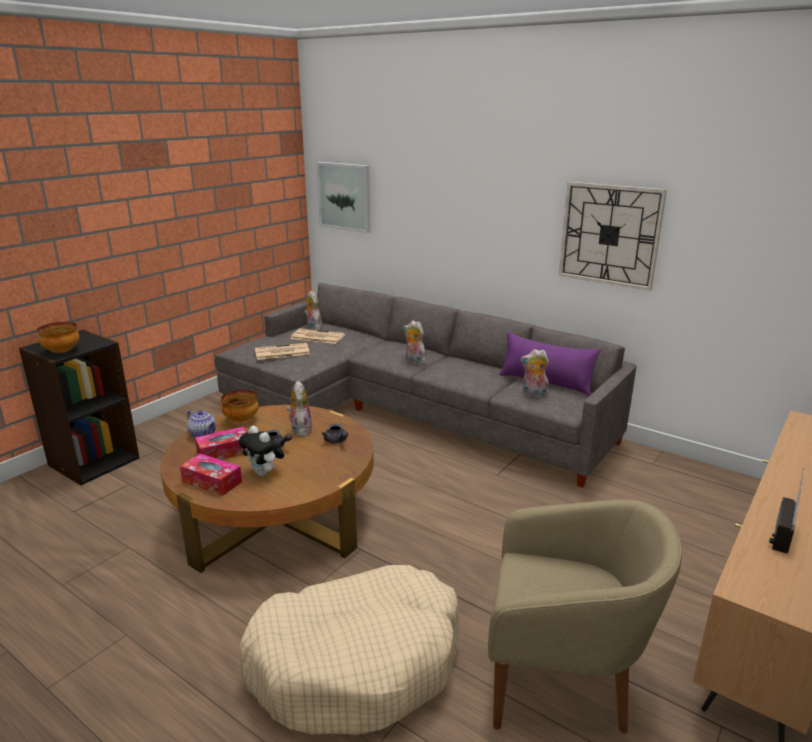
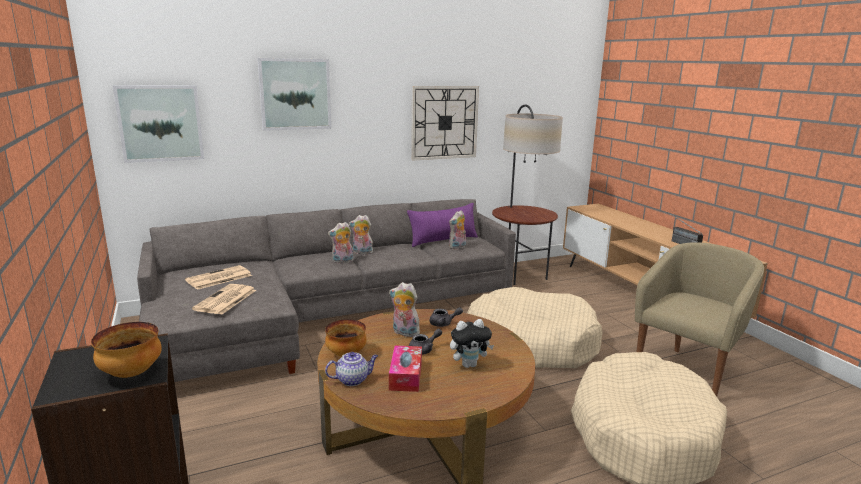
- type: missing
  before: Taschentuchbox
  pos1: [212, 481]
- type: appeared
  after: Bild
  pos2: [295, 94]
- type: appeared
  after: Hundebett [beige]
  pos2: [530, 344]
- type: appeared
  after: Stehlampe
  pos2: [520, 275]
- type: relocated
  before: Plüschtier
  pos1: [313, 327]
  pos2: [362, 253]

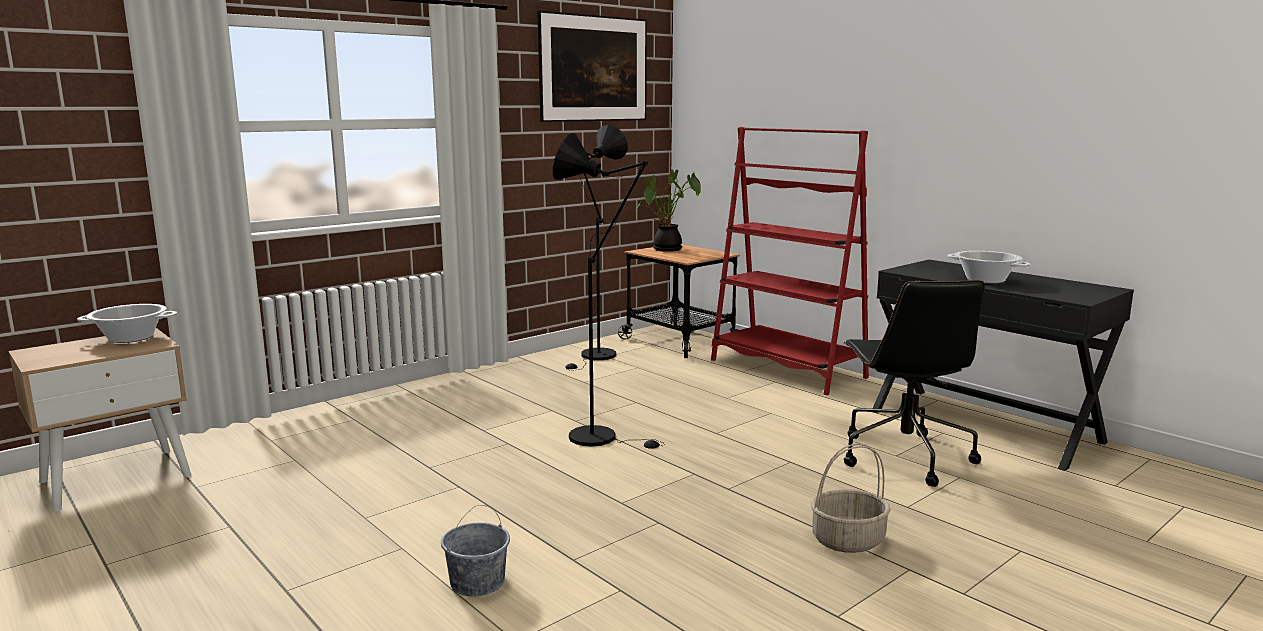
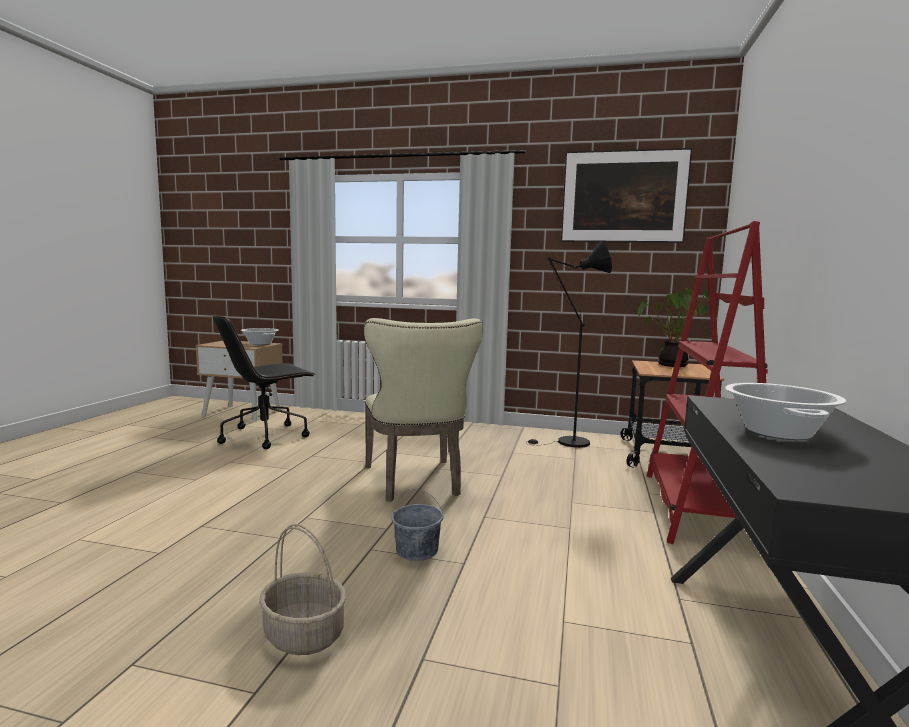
- type: relocated
  before: Eimer [grau]
  pos1: [478, 582]
  pos2: [417, 550]
- type: relocated
  before: Bürostuhl [schwarz]
  pos1: [903, 456]
  pos2: [266, 436]
- type: exchanged
  before: Stehlampe [schwarz]
  after: Stuhl [beige]
  pos1: [602, 437]
  pos2: [416, 482]

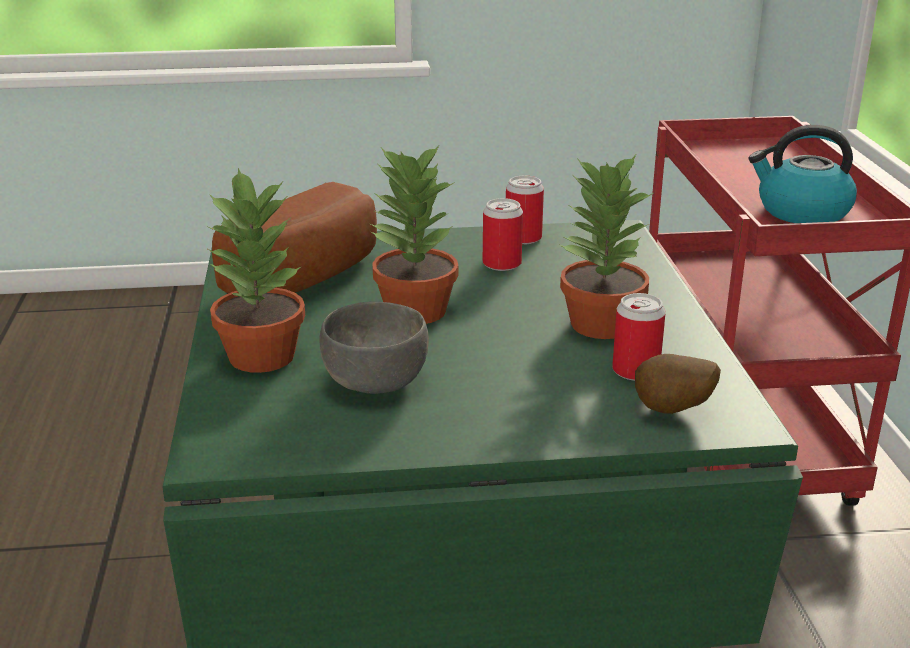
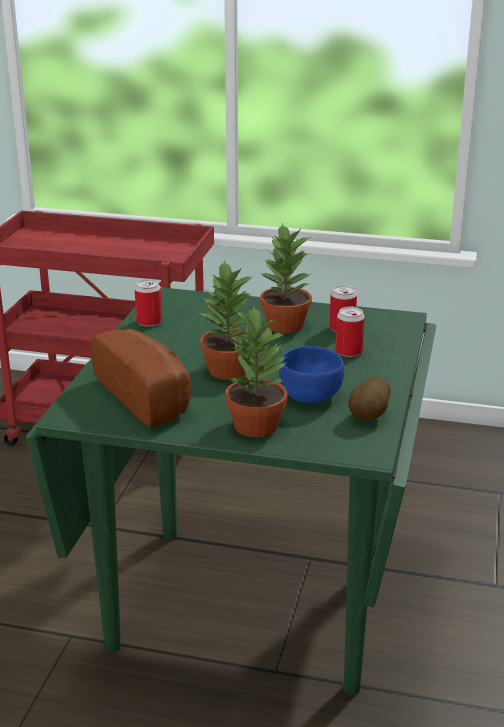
- type: missing
  before: Wasserkessel
  pos1: [801, 211]
- type: relocated
  before: Dose
  pos1: [502, 264]
  pos2: [349, 352]
- type: relocated
  before: Kartoffel
  pos1: [672, 412]
  pos2: [370, 416]
- type: colour
  before: Schüssel [grau]
  after: Schüssel [blau]
  pos1: [377, 381]
  pos2: [310, 395]

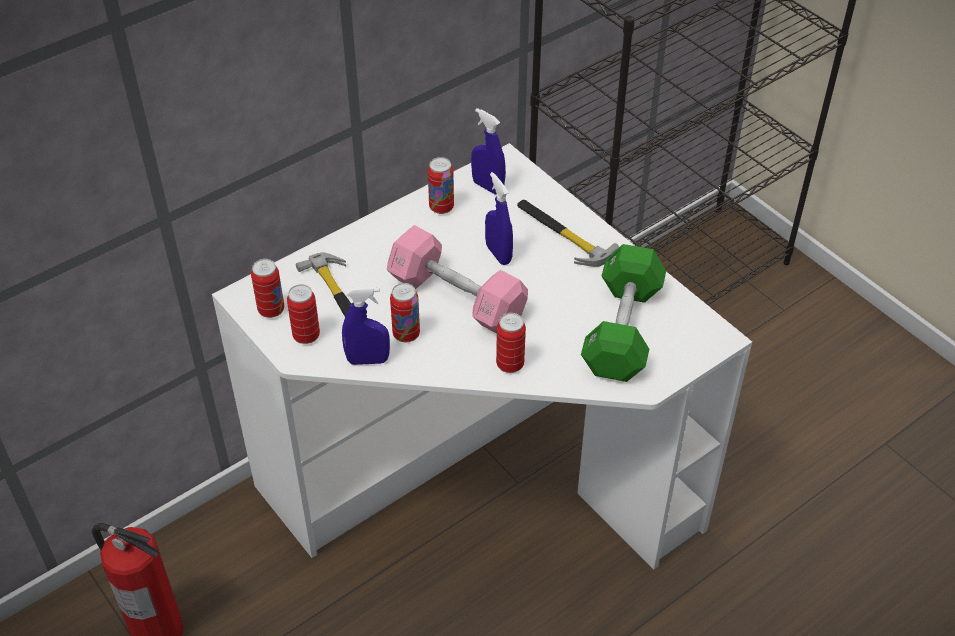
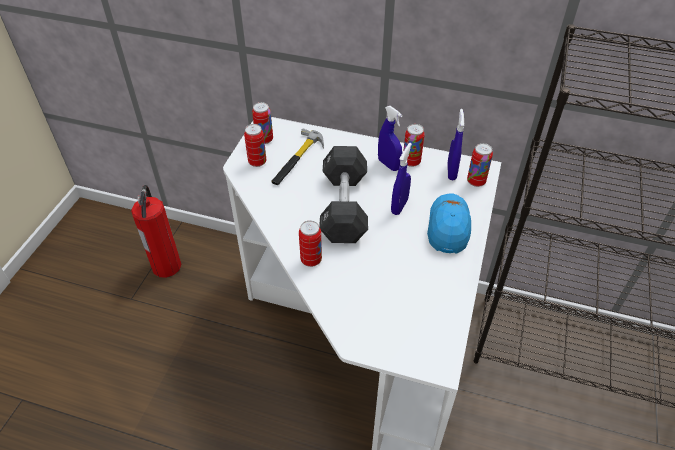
- type: missing
  before: Hantel [grün]
  pos1: [622, 329]
- type: relocated
  before: Sprühflasche [blau]
  pos1: [368, 360]
  pos2: [388, 164]
- type: relocated
  before: Dose
  pos1: [406, 334]
  pos2: [476, 181]
- type: exchanged
  before: Hammer
  after: Kappe [blau]
  pos1: [561, 234]
  pos2: [448, 227]
- type: colour
  before: Hantel [rosa]
  after: Hantel [schwarz]
  pos1: [457, 298]
  pos2: [344, 207]

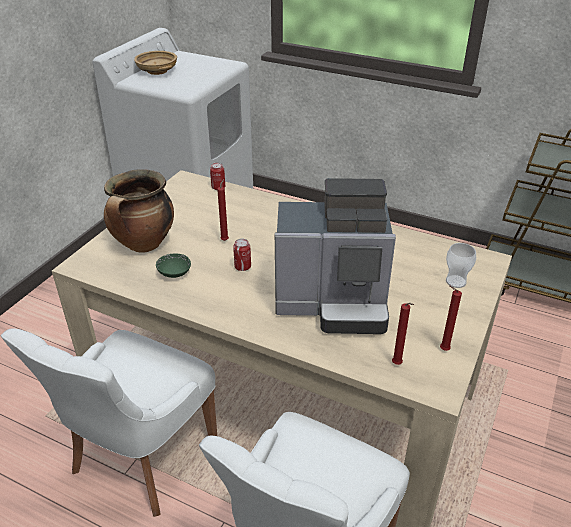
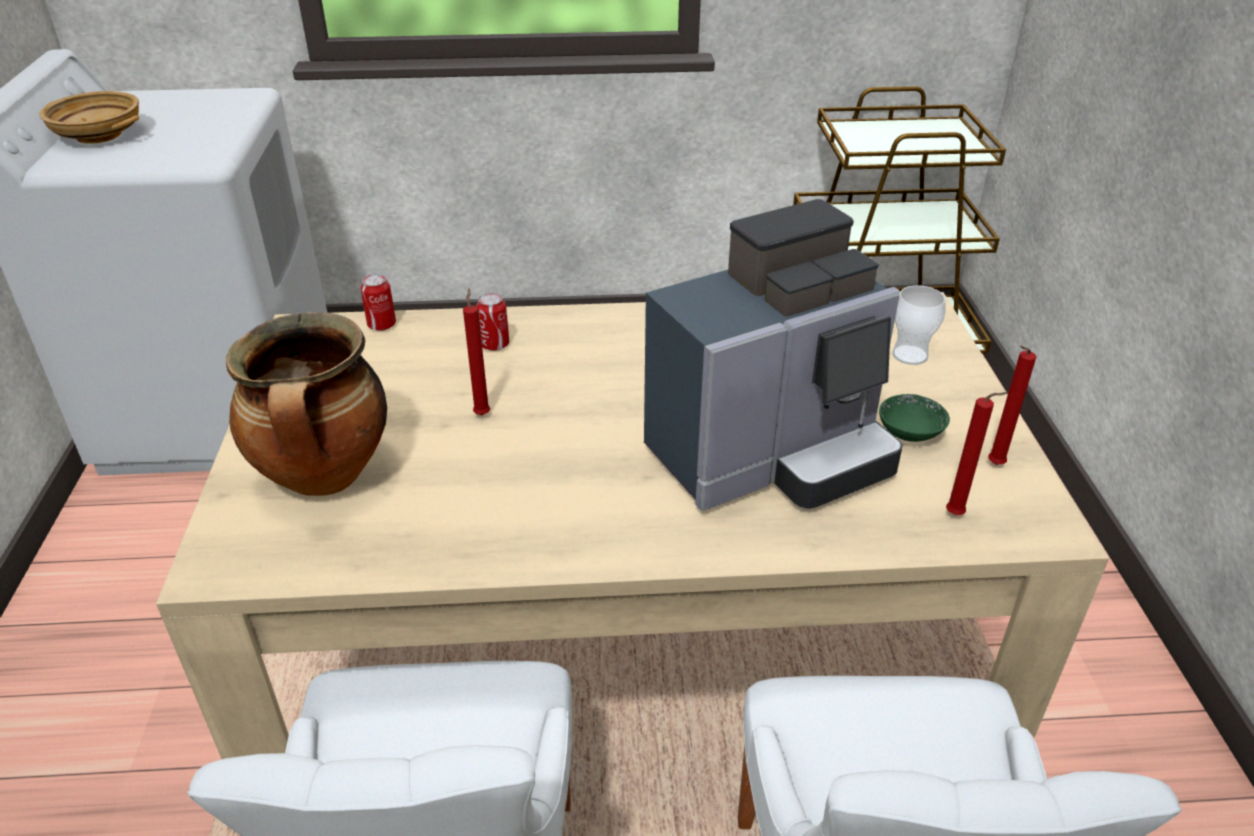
- type: relocated
  before: Schüssel [grün]
  pos1: [174, 273]
  pos2: [910, 432]
- type: relocated
  before: Dose
  pos1: [242, 267]
  pos2: [494, 344]

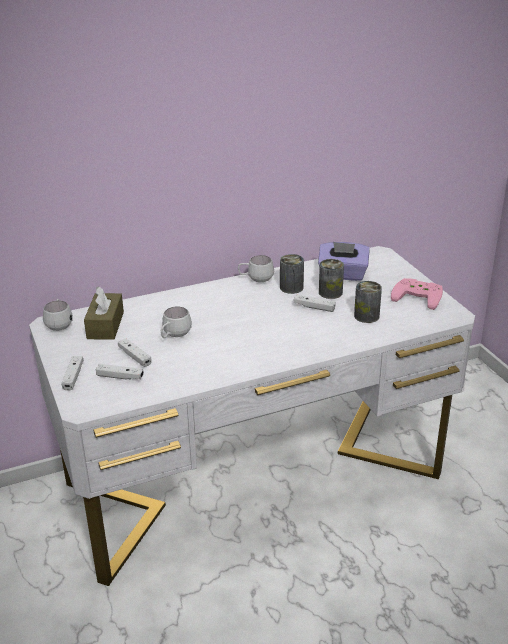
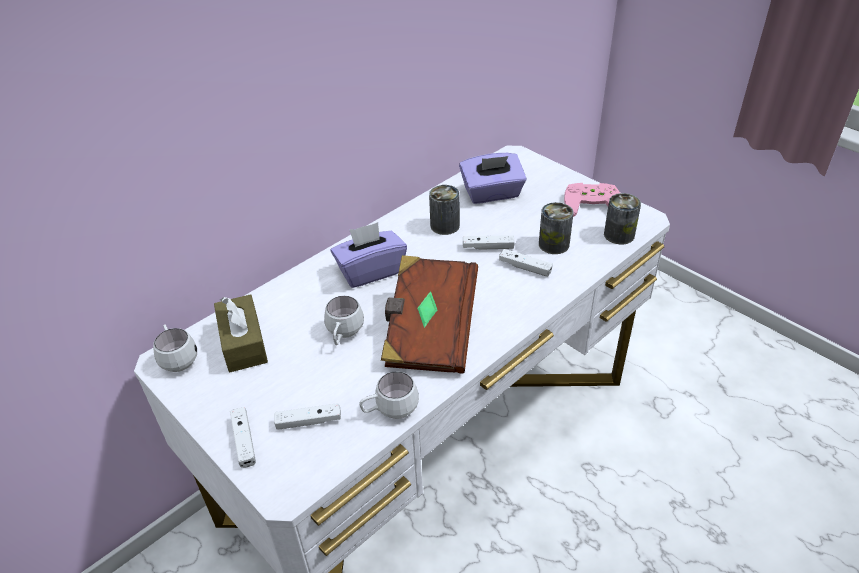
- type: appeared
  after: Taschentuchbox [lila]
  pos2: [370, 271]
- type: appeared
  after: Buch [braun]
  pos2: [429, 332]
- type: relocated
  before: Gamepad [weiß]
  pos1: [135, 357]
  pos2: [525, 267]
- type: relocated
  before: Henkelbecher [weiß]
  pos1: [256, 279]
  pos2: [390, 411]
- type: relocated
  before: Dose
  pos1: [330, 292]
  pos2: [619, 235]

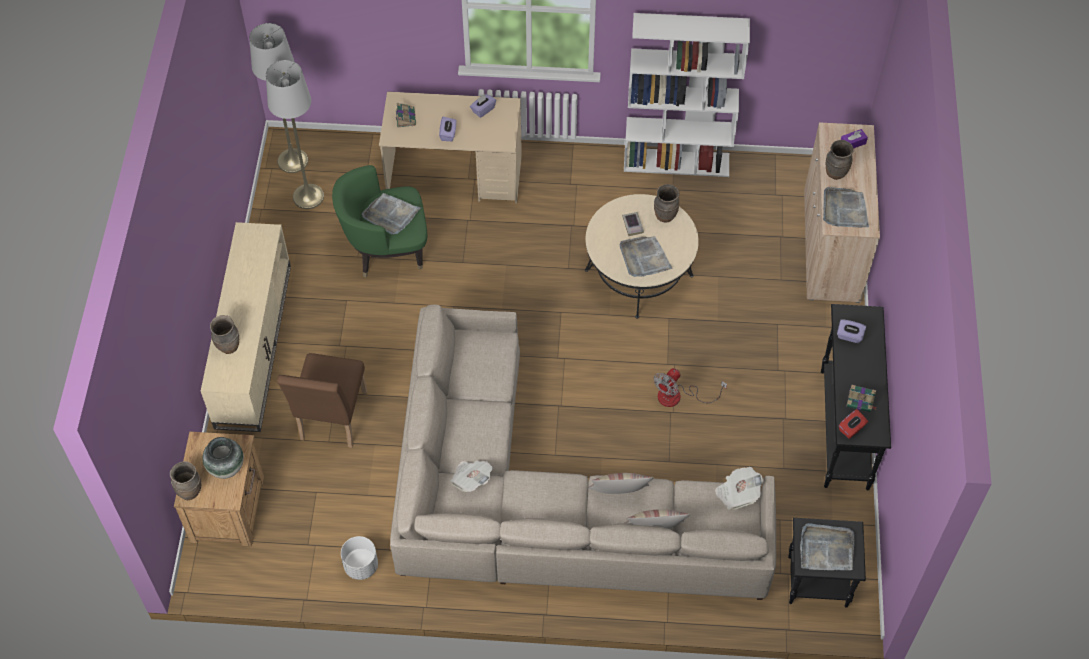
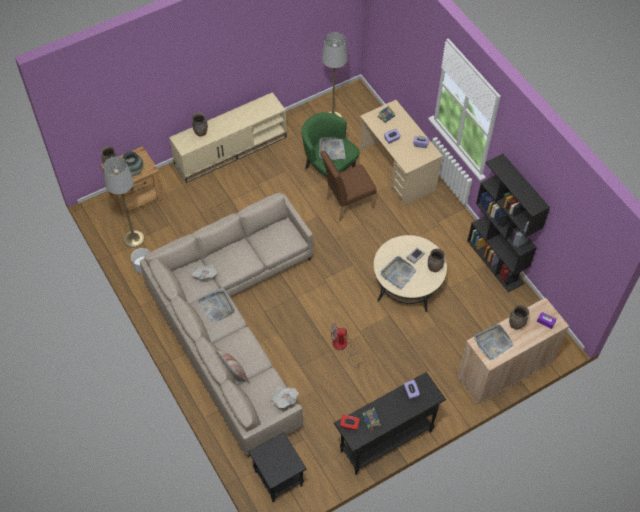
- type: missing
  before: Kissen
  pos1: [619, 495]
- type: relocated
  before: Stehlampe [grau]
  pos1: [292, 161]
  pos2: [134, 239]
- type: relocated
  before: Stuhl [braun]
  pos1: [331, 421]
  pos2: [346, 204]
- type: relocated
  before: Tablett [grau]
  pos1: [826, 549]
  pos2: [217, 306]
- type: colour
  before: Bücherregal [weiß]
  after: Bücherregal [schwarz]
  pos1: [677, 162]
  pos2: [496, 262]

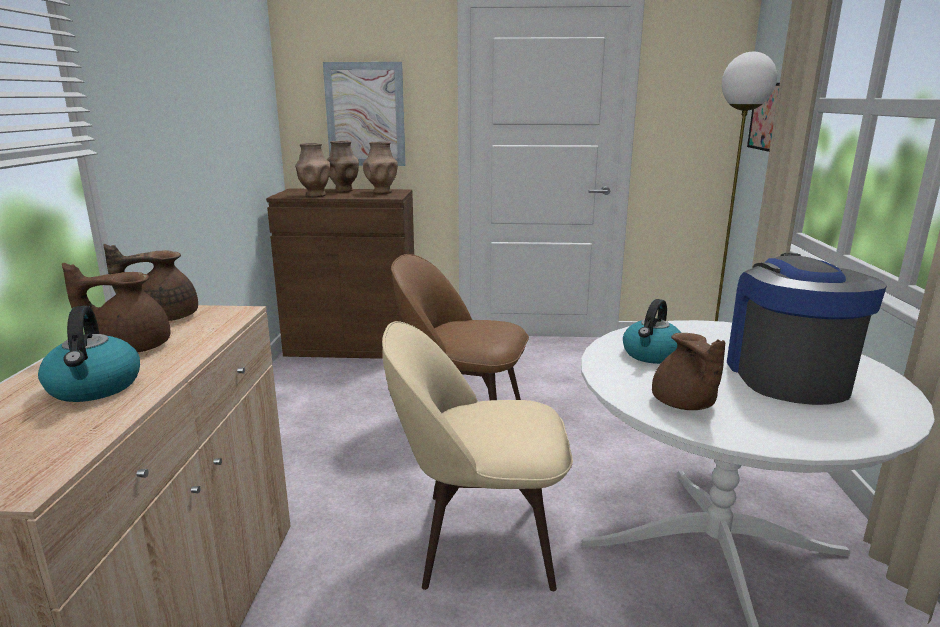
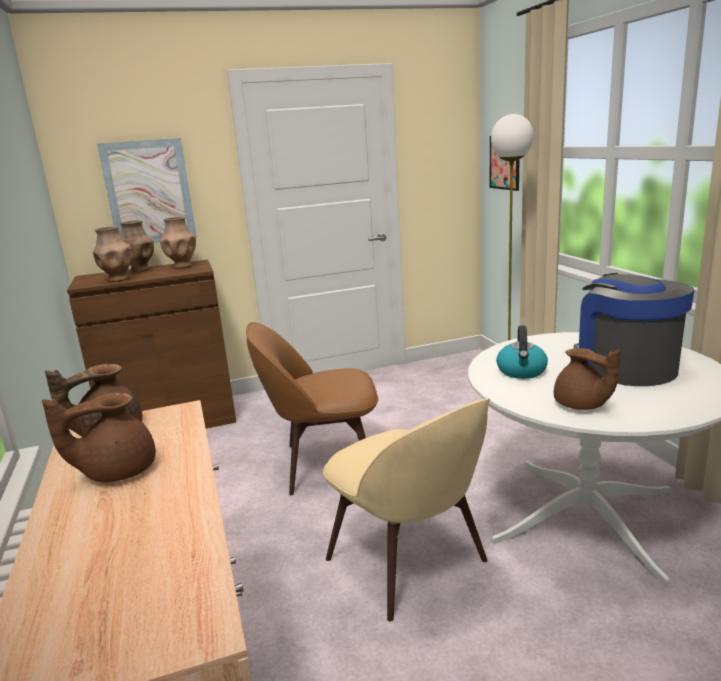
- type: missing
  before: Wasserkessel
  pos1: [95, 387]
- type: spun
  before: Stuhl [beige]
  pos1: [479, 538]
  pos2: [410, 563]
  turn: -105

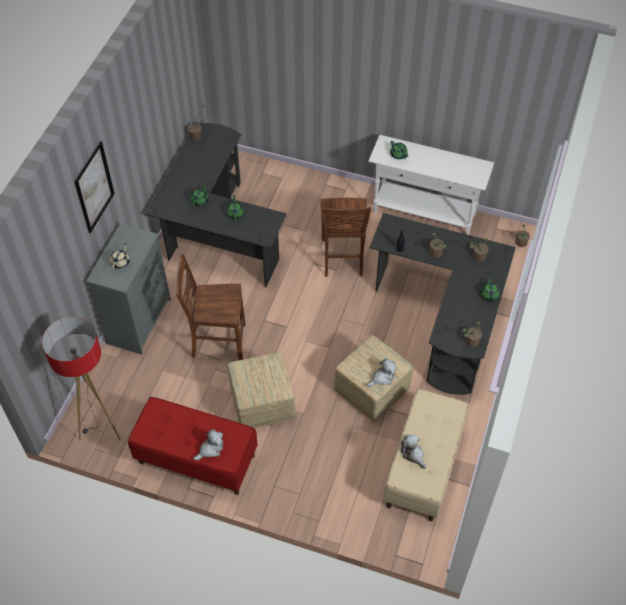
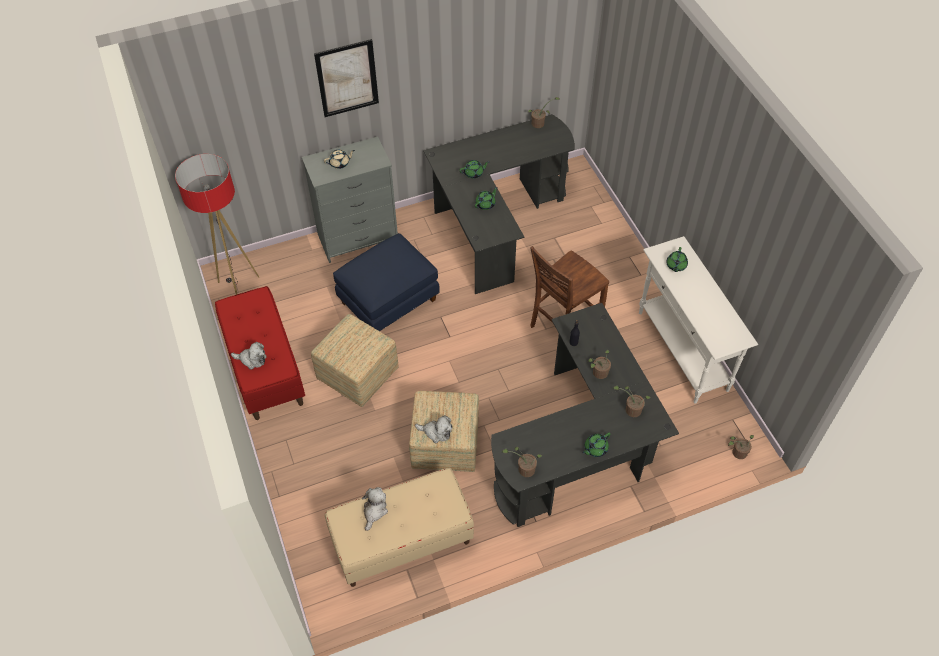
- type: exchanged
  before: Stuhl [braun]
  after: Polsterhocker [blau]
  pos1: [217, 341]
  pos2: [388, 300]

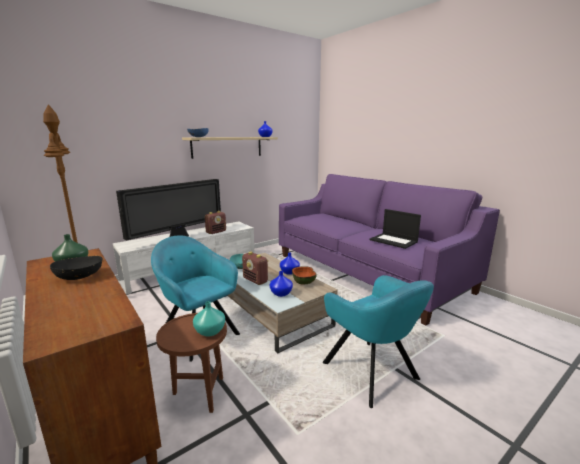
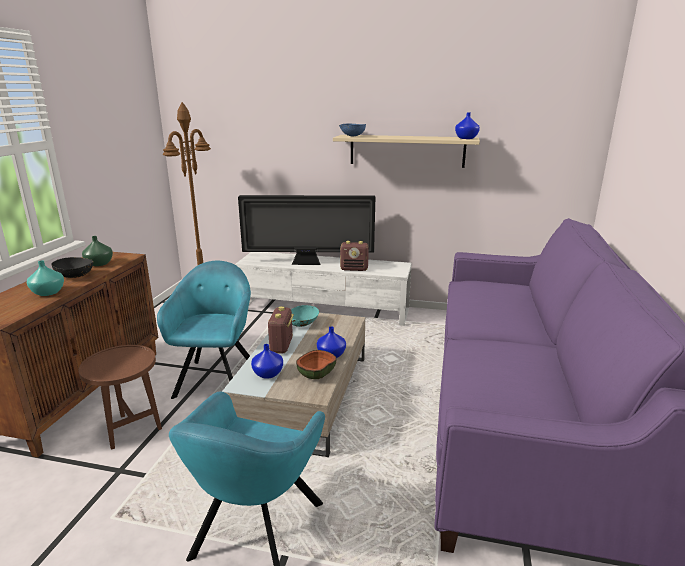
- type: missing
  before: Laptop
  pos1: [394, 241]
- type: relocated
  before: Vase [türkis]
  pos1: [209, 331]
  pos2: [48, 292]

